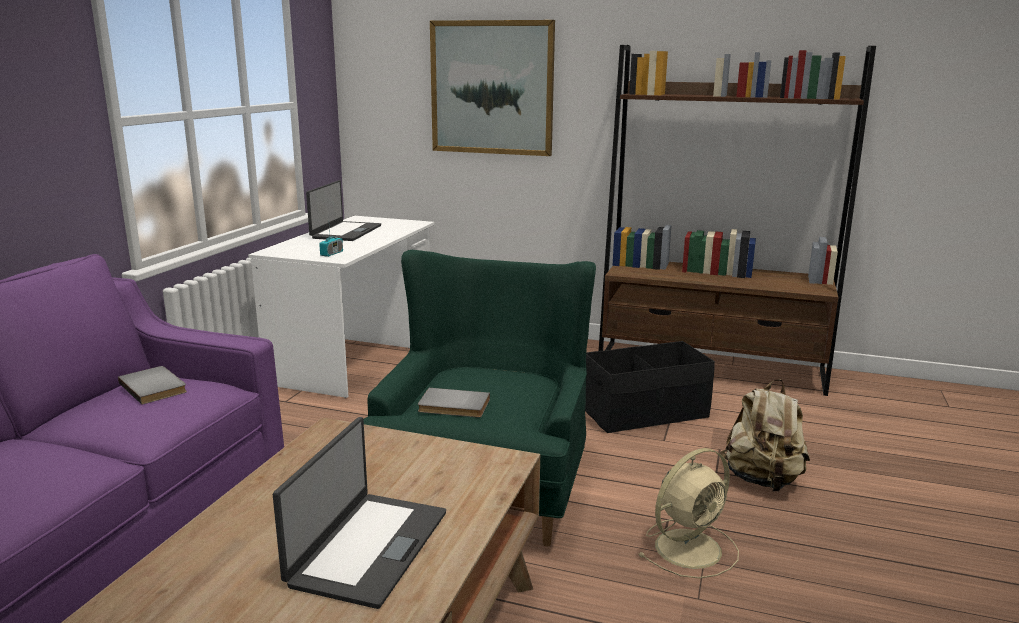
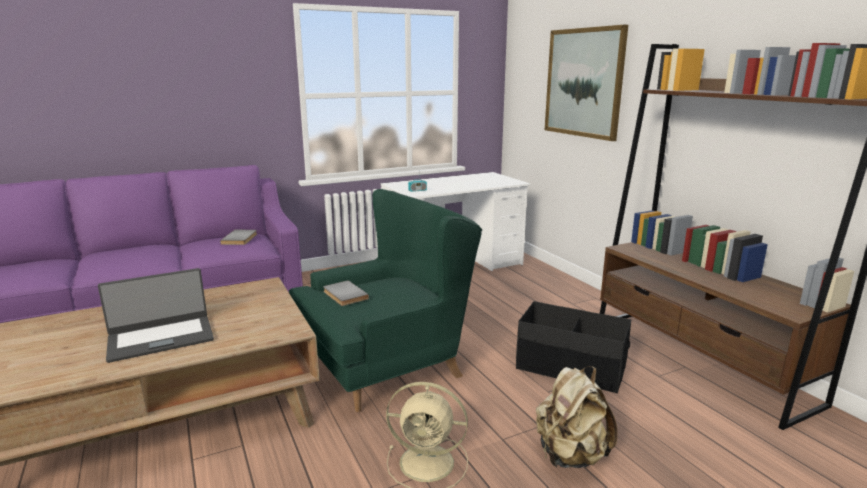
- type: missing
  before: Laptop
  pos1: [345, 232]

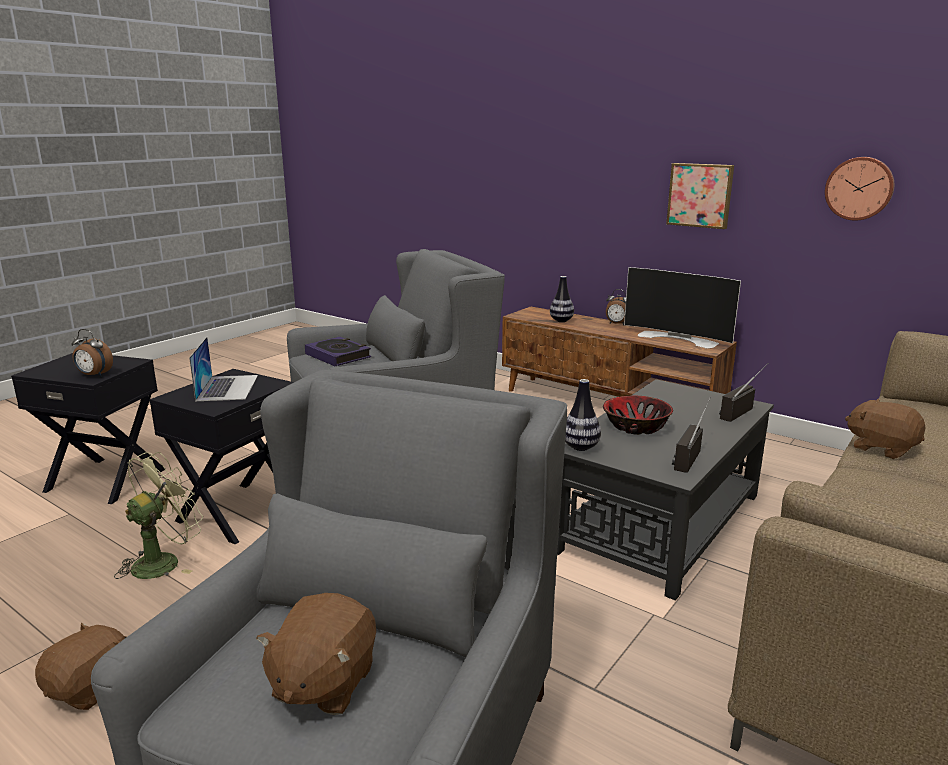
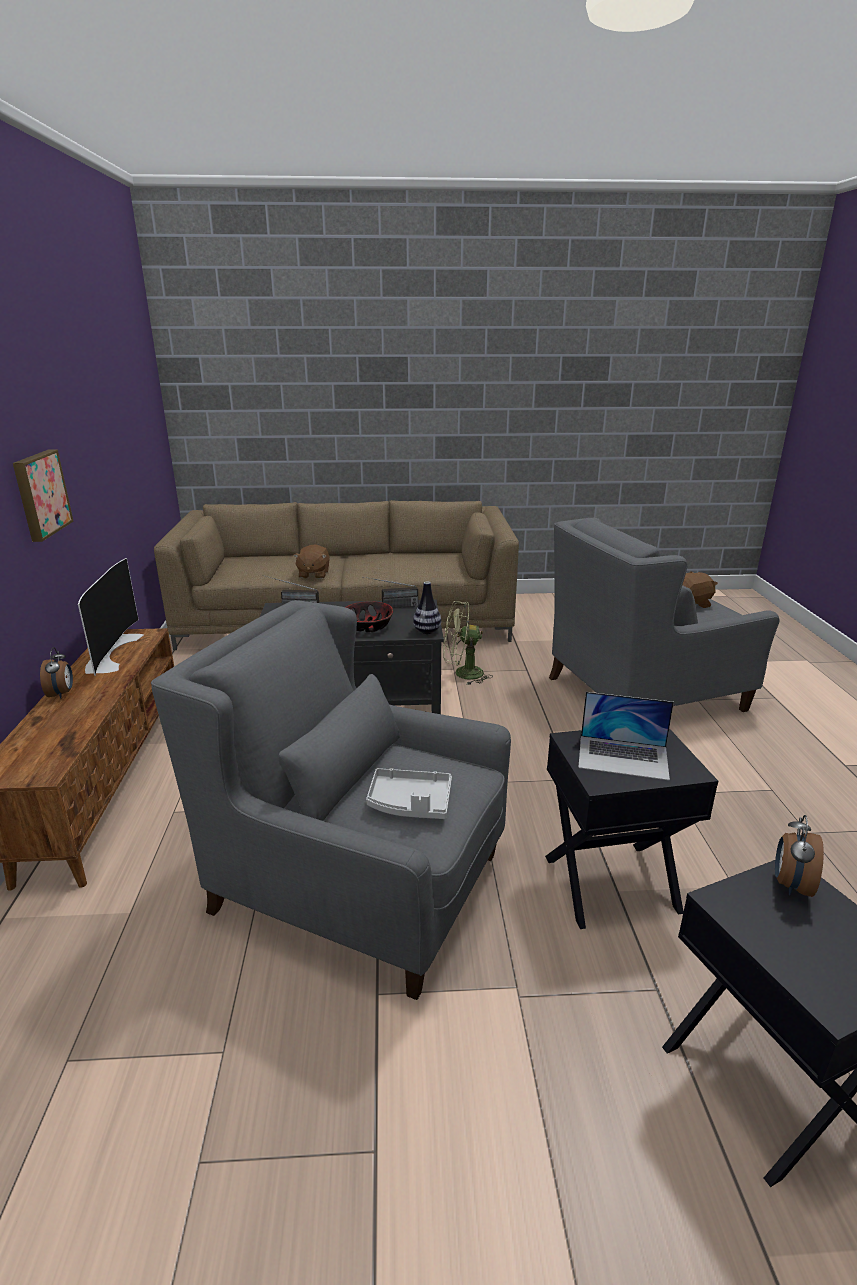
- type: missing
  before: Plüschtier [braun]
  pos1: [91, 688]
- type: missing
  before: Vase
  pos1: [561, 321]
- type: missing
  before: Wanduhr
  pos1: [859, 188]
- type: relocated
  before: Ventilator [grün]
  pos1: [164, 561]
  pos2: [462, 674]
- type: exchanged
  before: Buch
  after: Tablett [grau]
  pos1: [338, 356]
  pos2: [410, 803]
- type: spun
  before: Wecker
  pos1: [94, 375]
  pos2: [790, 884]
  turn: -135
- type: spun
  before: Laptop
  pos1: [227, 387]
  pos2: [623, 757]
  turn: -120

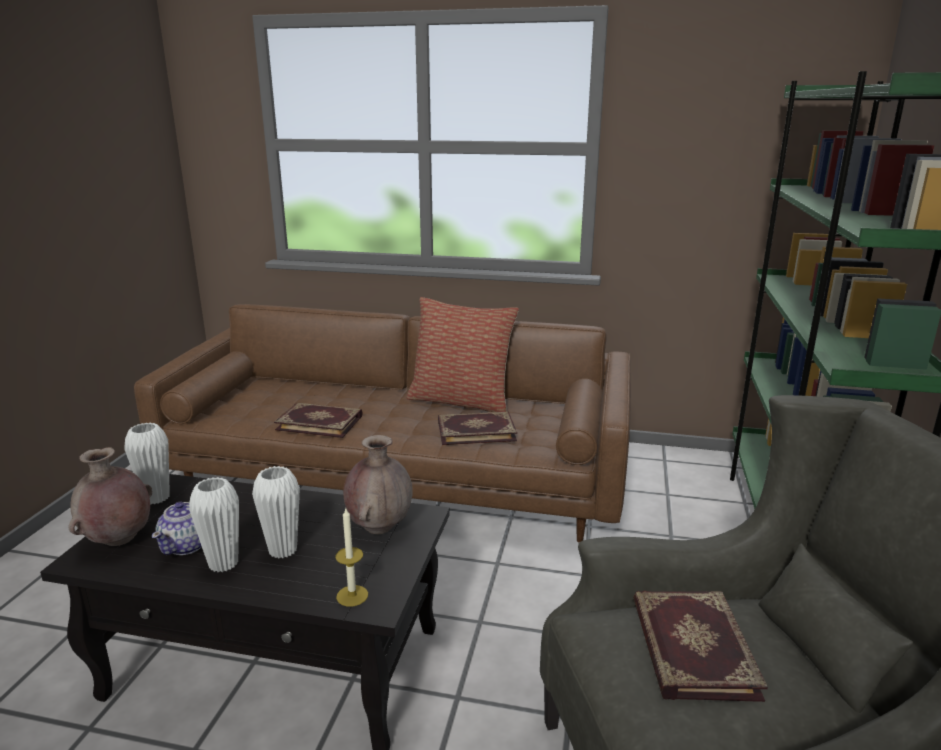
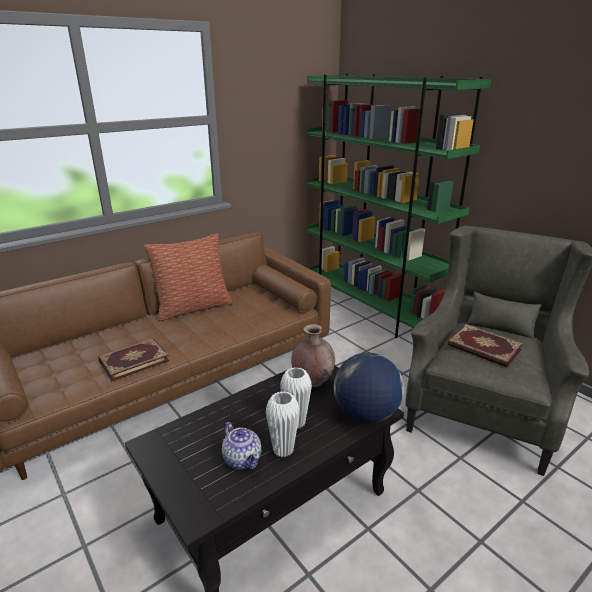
- type: missing
  before: Vase [braun]
  pos1: [118, 540]
- type: missing
  before: Vase [weiß]
  pos1: [156, 498]
- type: missing
  before: Buch
  pos1: [476, 430]
- type: exchanged
  before: Kerze
  after: Globus
  pos1: [352, 595]
  pos2: [365, 414]

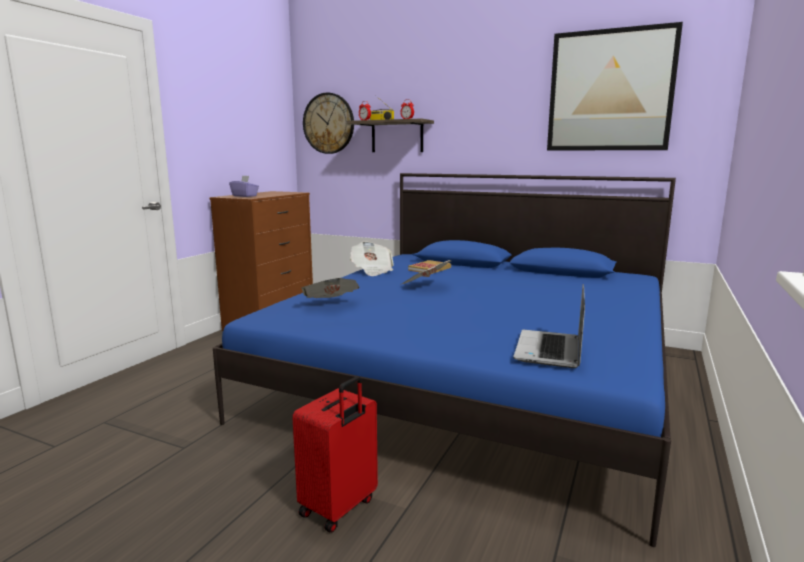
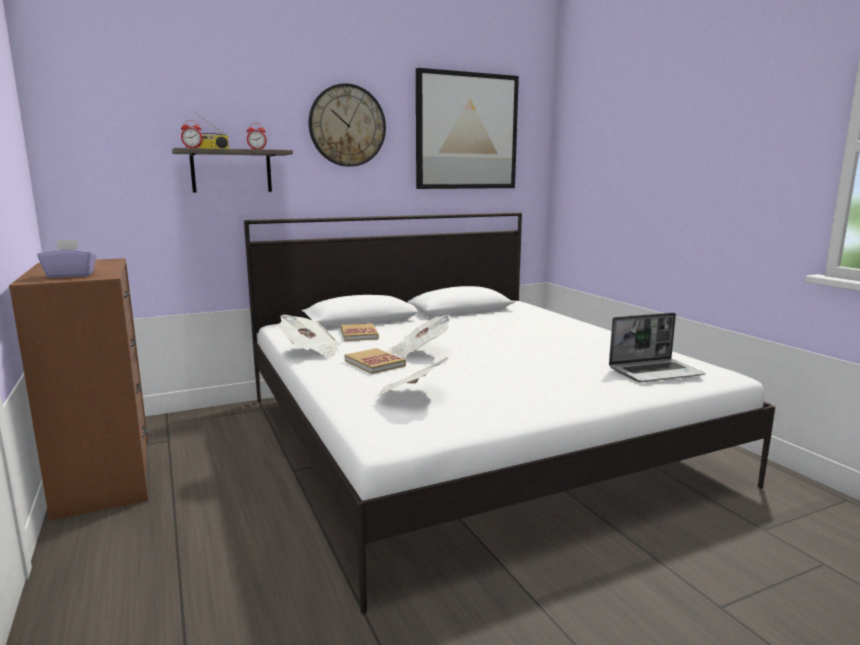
- type: missing
  before: Koffer [rot]
  pos1: [339, 507]
- type: appeared
  after: Buch
  pos2: [374, 363]
- type: relocated
  before: Wanduhr
  pos1: [328, 123]
  pos2: [347, 126]
- type: colour
  before: Bett [blau]
  after: Bett [weiß]
  pos1: [474, 378]
  pos2: [469, 437]
- type: spun
  before: Laptop
  pos1: [550, 351]
  pos2: [655, 372]
  turn: -75

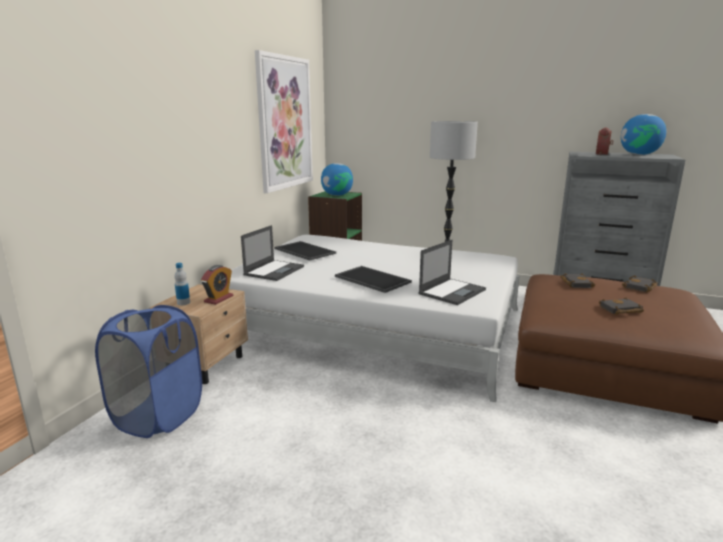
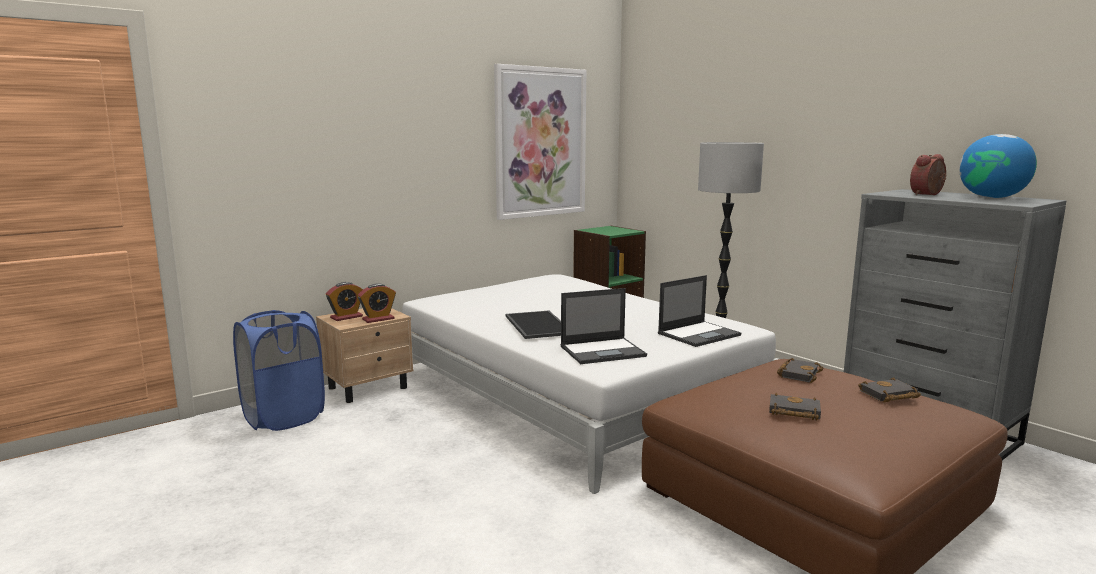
- type: missing
  before: Tablett
  pos1: [303, 251]
- type: missing
  before: Globus
  pos1: [337, 195]
- type: relocated
  before: Laptop
  pos1: [274, 270]
  pos2: [699, 334]
- type: exchanged
  before: Flasche
  after: Wecker
  pos1: [183, 303]
  pos2: [346, 317]

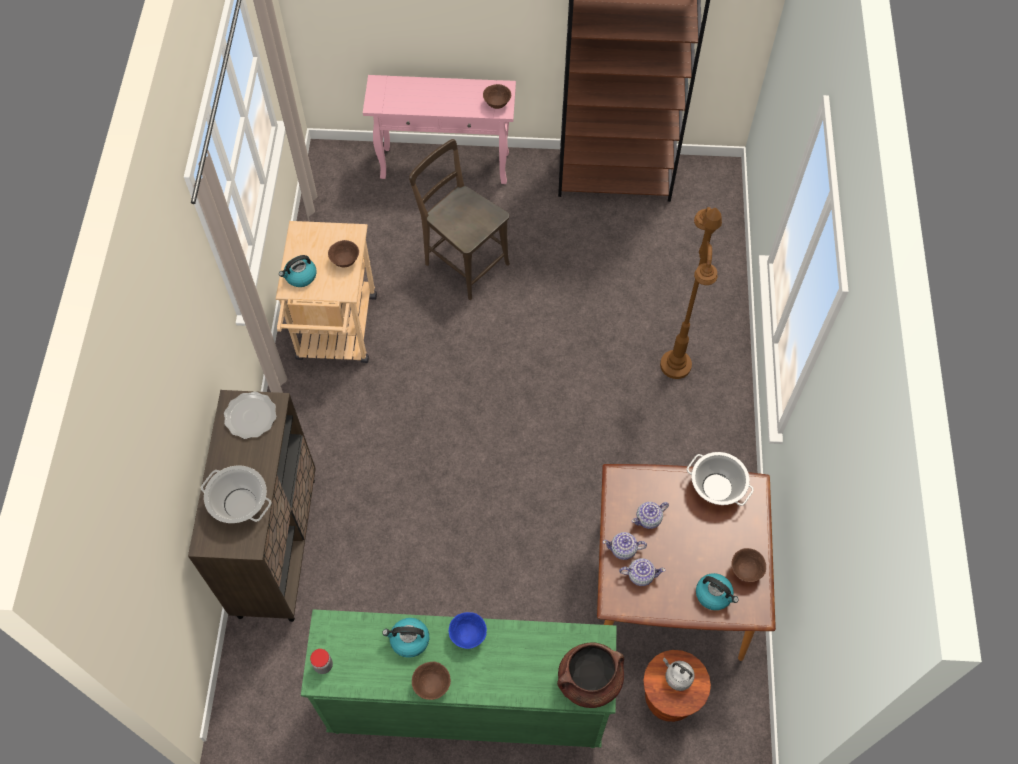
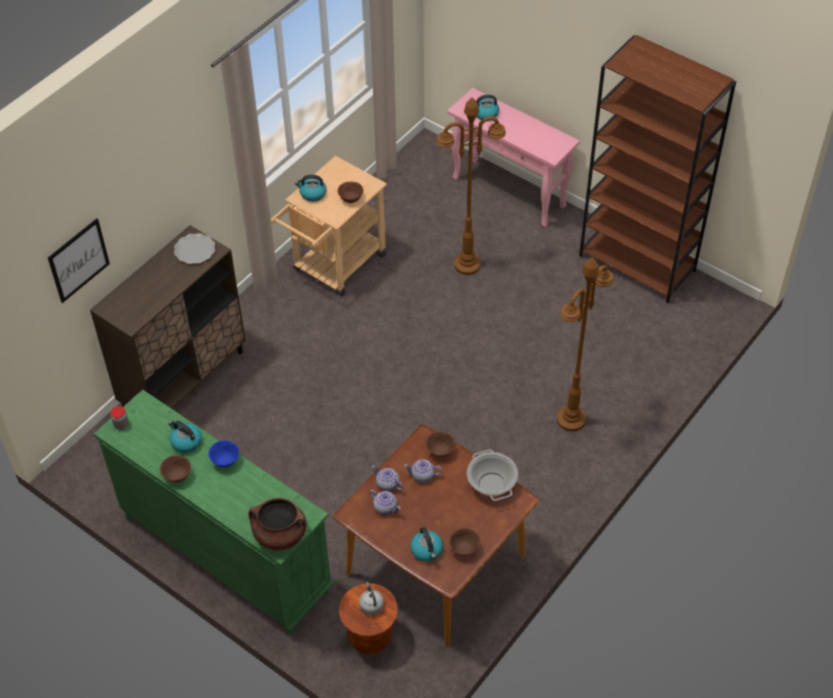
- type: missing
  before: Kochtopf
  pos1: [239, 503]
- type: appeared
  after: Bild
  pos2: [78, 260]
- type: appeared
  after: Wasserkessel
  pos2: [485, 114]
- type: relocated
  before: Schüssel [braun]
  pos1: [497, 104]
  pos2: [440, 451]
- type: exchanged
  before: Stuhl [braun]
  after: Stehlampe [braun]
  pos1: [463, 261]
  pos2: [467, 264]

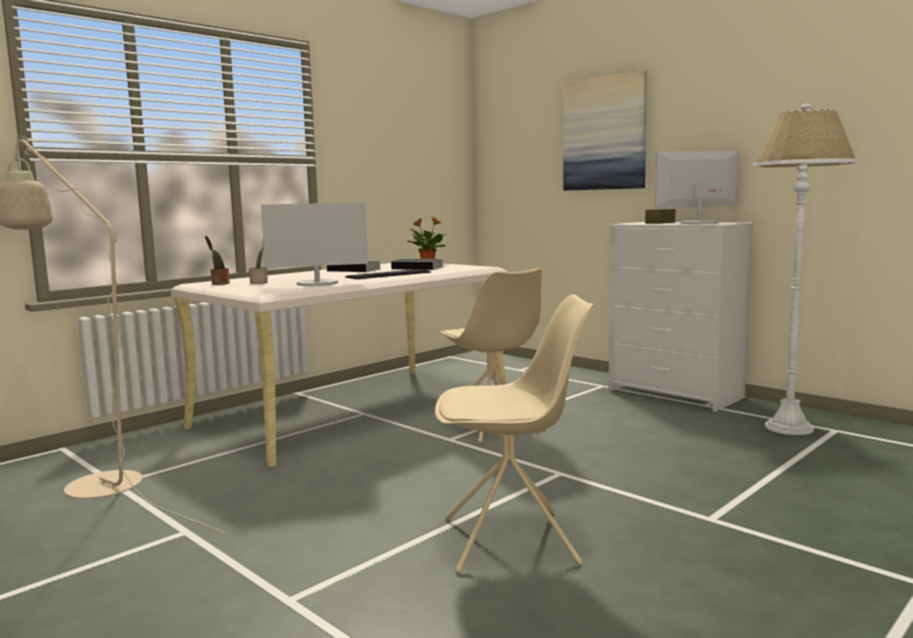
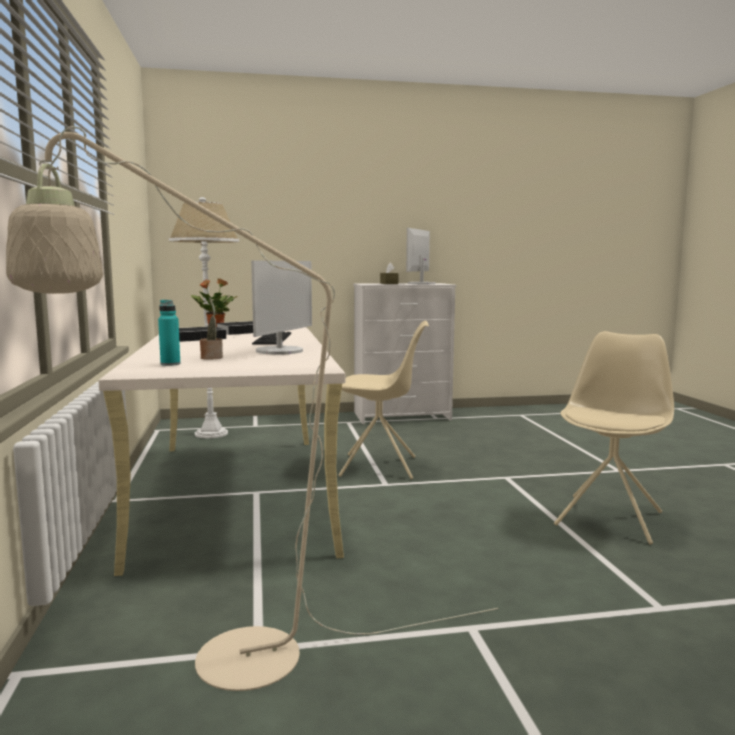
- type: missing
  before: Bild
  pos1: [604, 134]
- type: relocated
  before: Stehlampe [weiß]
  pos1: [789, 428]
  pos2: [211, 433]
- type: exchanged
  before: Topfpflanze
  after: Flasche [türkis]
  pos1: [219, 284]
  pos2: [170, 364]

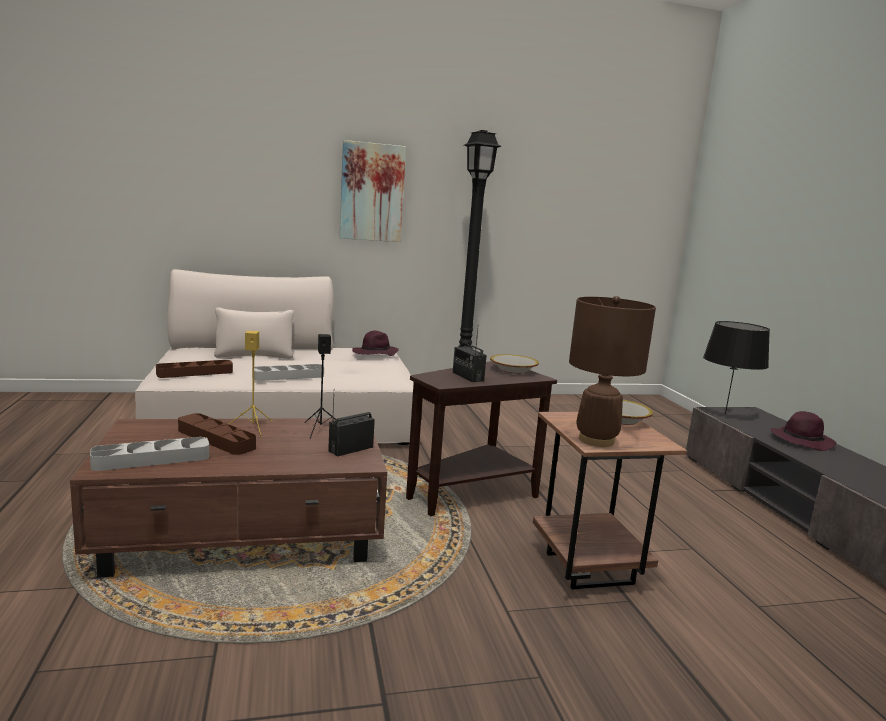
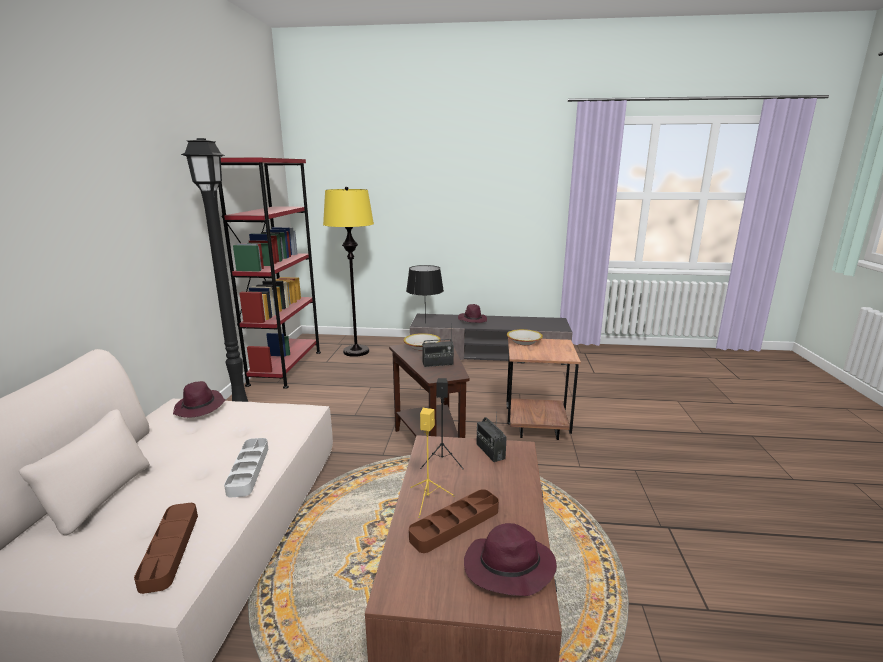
- type: missing
  before: Bild
  pos1: [372, 192]
- type: missing
  before: Tischlampe [braun]
  pos1: [596, 440]
- type: appeared
  after: Bücherregal [rot]
  pos2: [286, 368]
- type: appeared
  after: Stehlampe [gelb]
  pos2: [356, 352]
- type: exchanged
  before: Tablett [grau]
  after: Hut [lila]
  pos1: [152, 459]
  pos2: [507, 568]

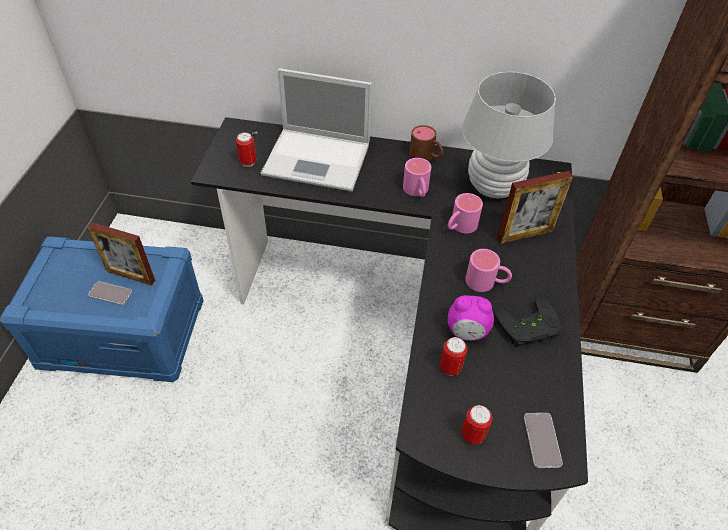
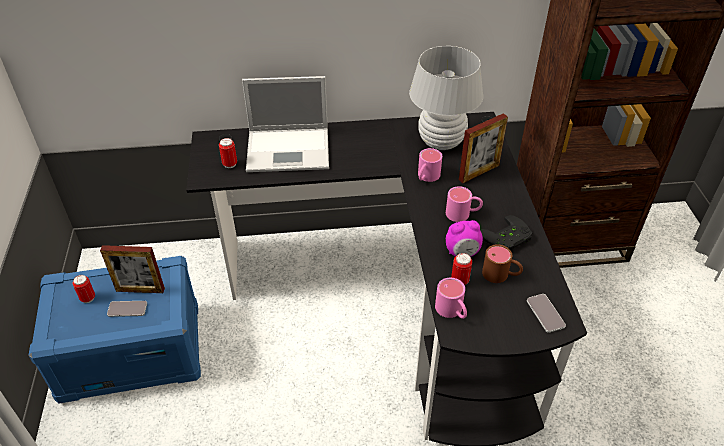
- type: relocated
  before: Henkelbecher [rosa]
  pos1: [417, 191]
  pos2: [452, 311]
- type: relocated
  before: Henkelbecher [braun]
  pos1: [426, 156]
  pos2: [501, 275]
- type: relocated
  before: Dose
  pos1: [472, 435]
  pos2: [88, 298]

